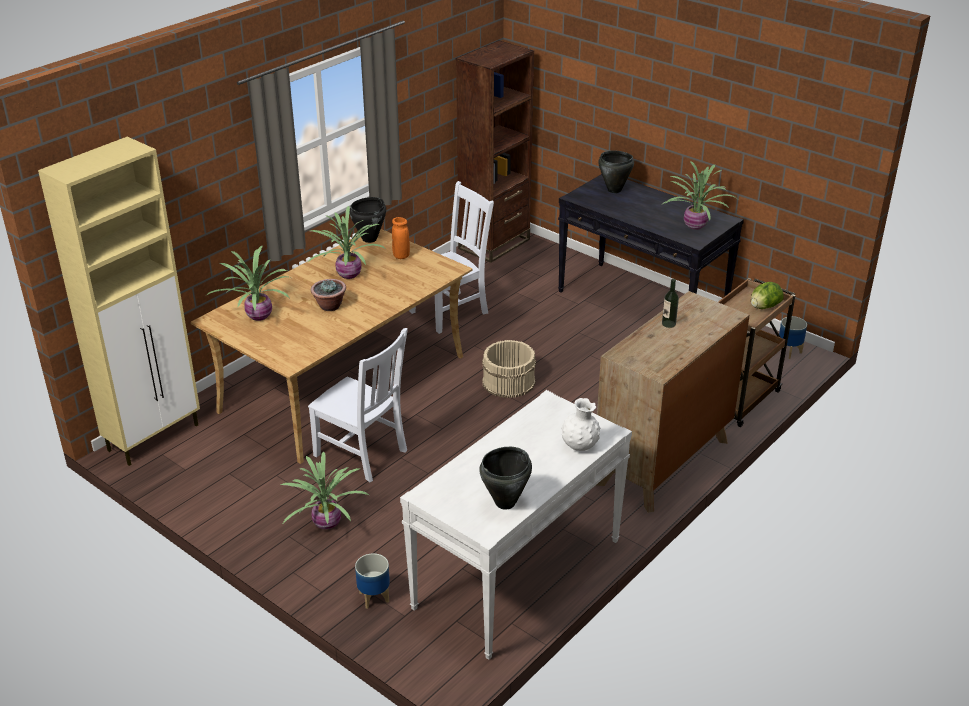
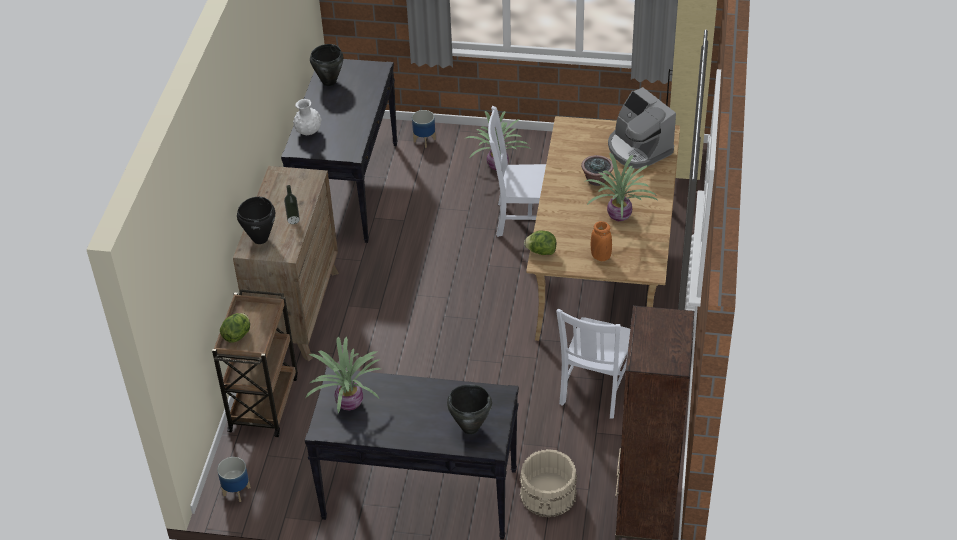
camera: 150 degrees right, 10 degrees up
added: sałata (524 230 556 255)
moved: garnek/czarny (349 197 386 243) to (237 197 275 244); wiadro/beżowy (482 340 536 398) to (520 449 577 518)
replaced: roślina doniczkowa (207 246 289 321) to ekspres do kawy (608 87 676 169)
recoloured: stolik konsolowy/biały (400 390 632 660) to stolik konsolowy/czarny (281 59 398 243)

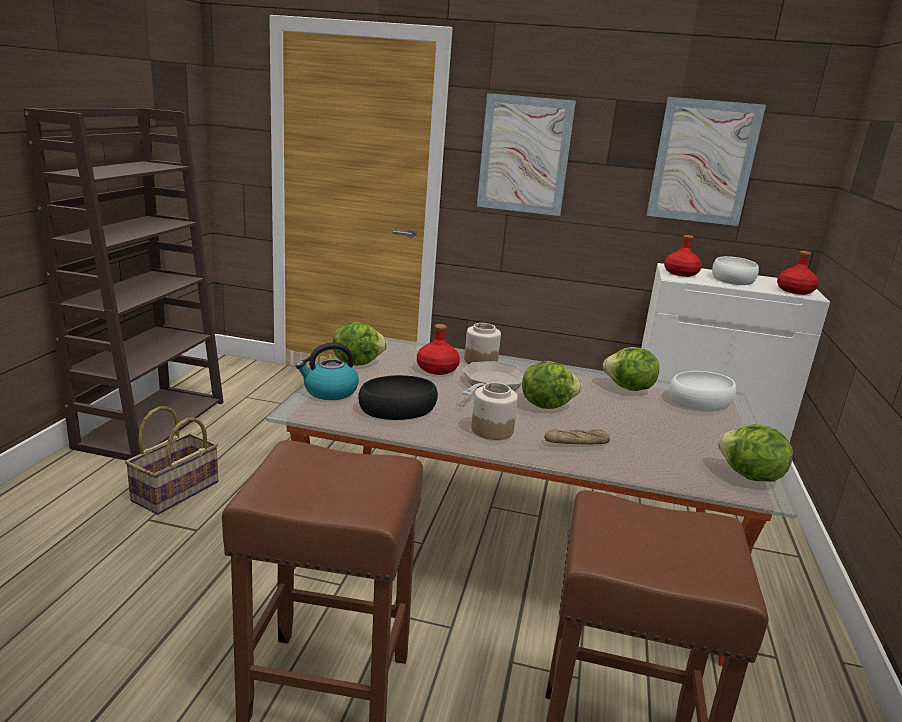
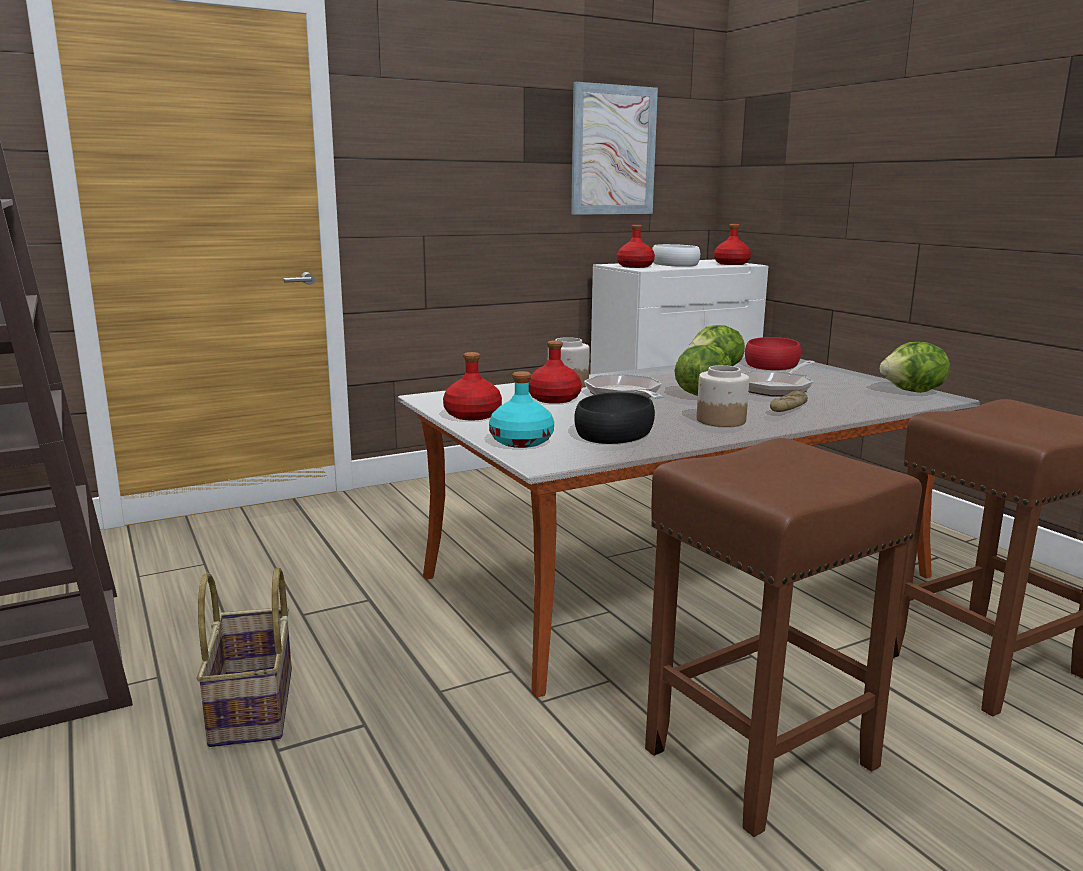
camera: 40 degrees left, 5 degrees down
removed: obraz (477 93 576 216)
added: patelnia (744 361 816 396)
replaced: sałata (333 322 387 366) to butelka/czerwony (443 352 502 420); czajnik (296 342 359 400) to butelka/turkusowy (489 371 554 448)
recoloured: miska/biały (669 371 736 411) to miska/czerwony (745 337 801 370)

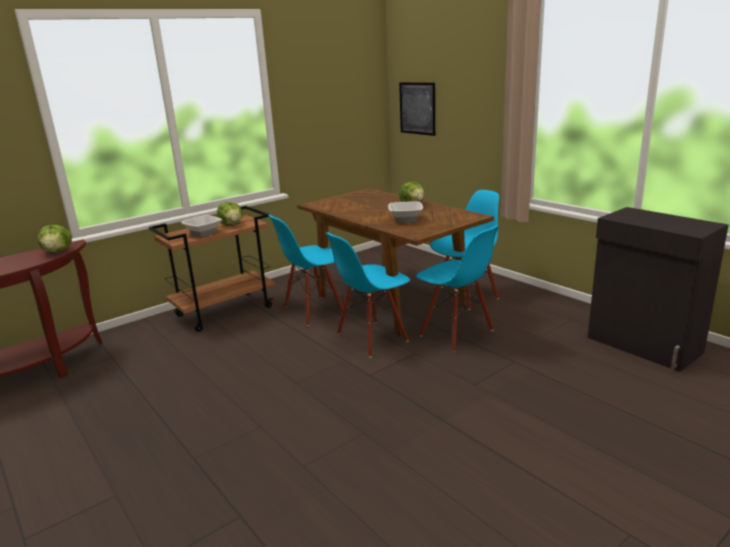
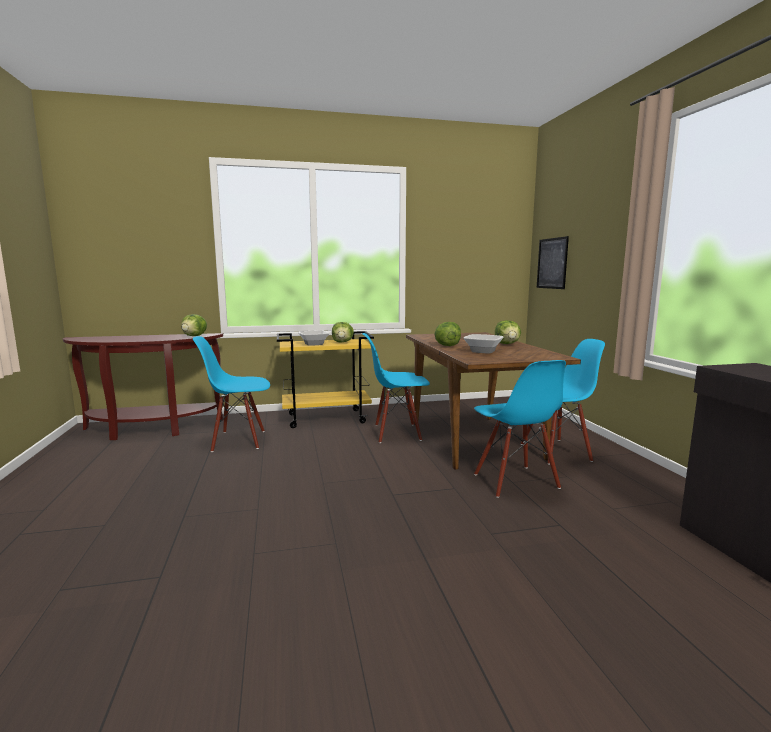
camera: 25 degrees right, 10 degrees down
added: sałata (434 322 461 346)
moved: krzesło/niebieski (326 232 410 357) to (193 336 270 452)
recoloured: wózek/brązowy (149 206 275 332) to wózek/żółty (277 331 374 428)

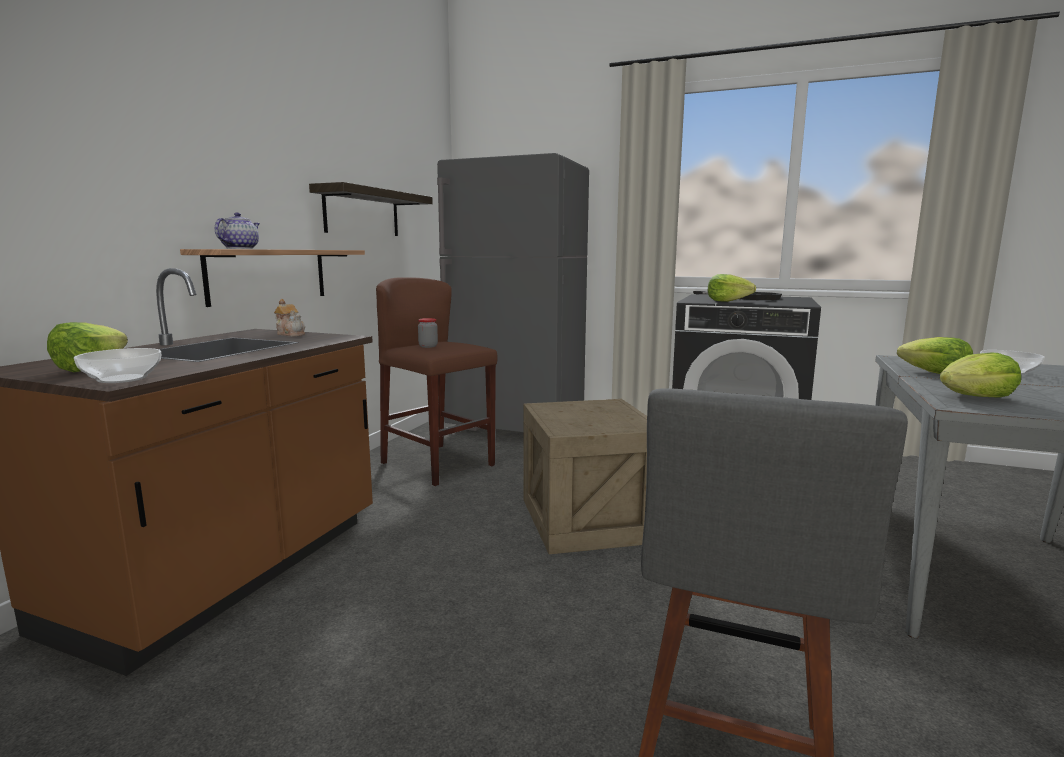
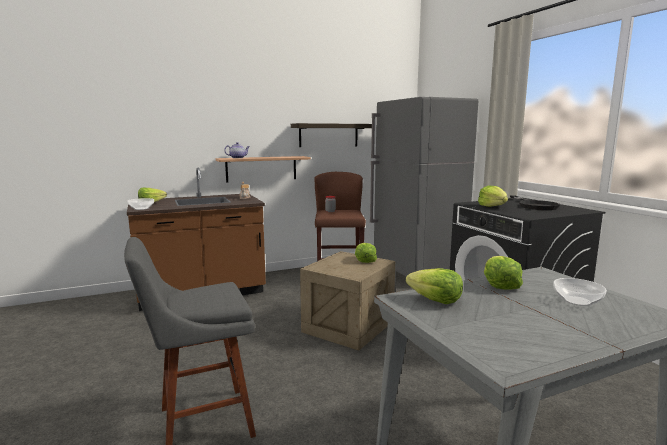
camera: 45 degrees right, 0 degrees up
added: sałata (355 243 377 263)

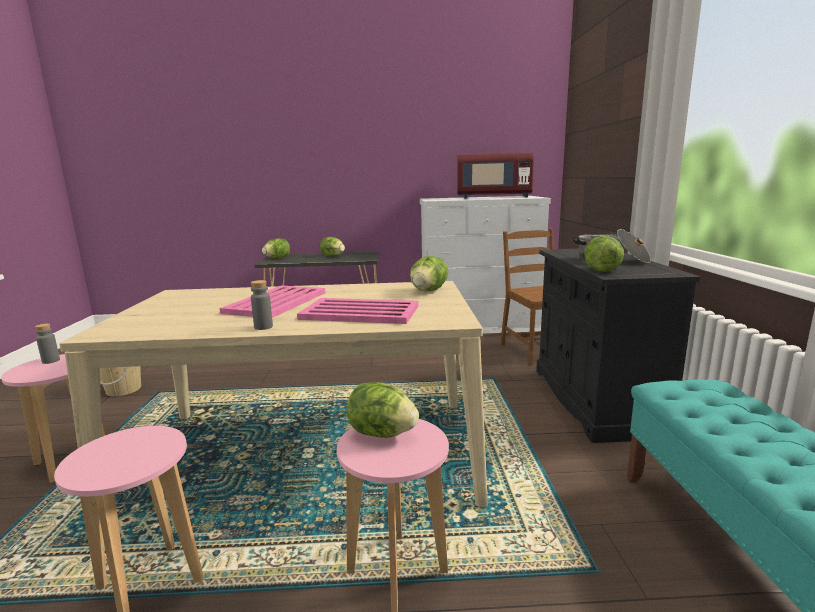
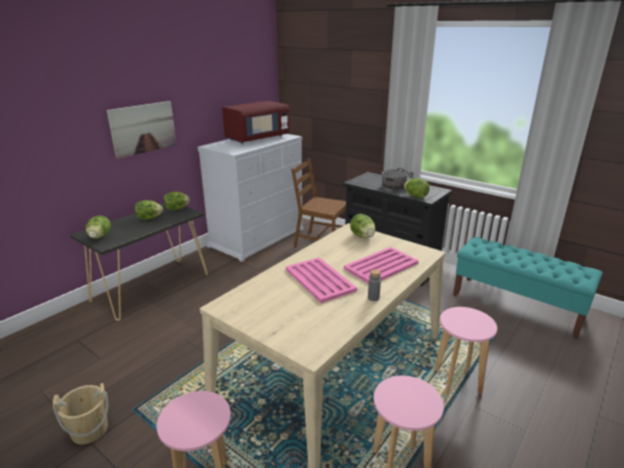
camera: 50 degrees left, 10 degrees up
removed: butelka/szary (35 324 60 364)
added: obraz (107 101 177 159)
moved: sałata (347 382 419 438) to (164 192 190 210)

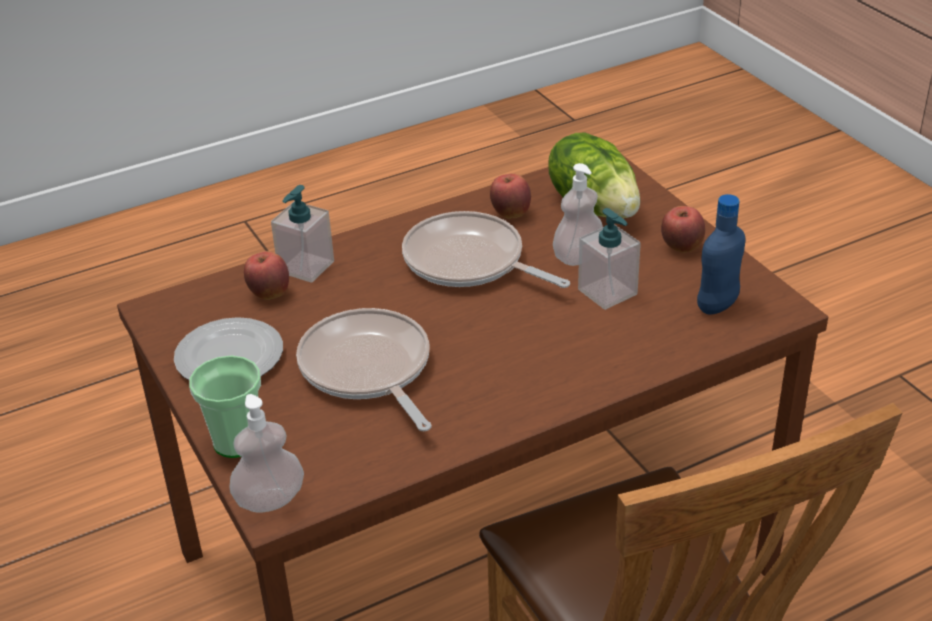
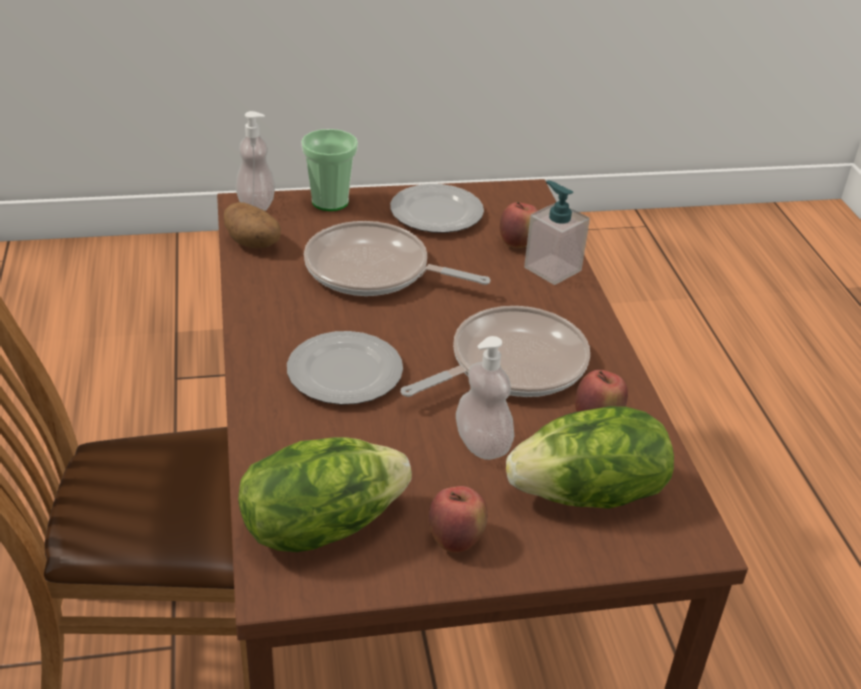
camera: 105 degrees right, 0 degrees up
removed: dozownik mydła (578 208 641 310)
added: ziemniak (224 202 281 248); talerz (287 331 403 405)
replaced: butelka/niebieski (697 194 745 314) to sałata (238 437 412 552)
turned: patelnia (296 308 432 431) = (304 221 491 296) 150 degrees counterclockwise

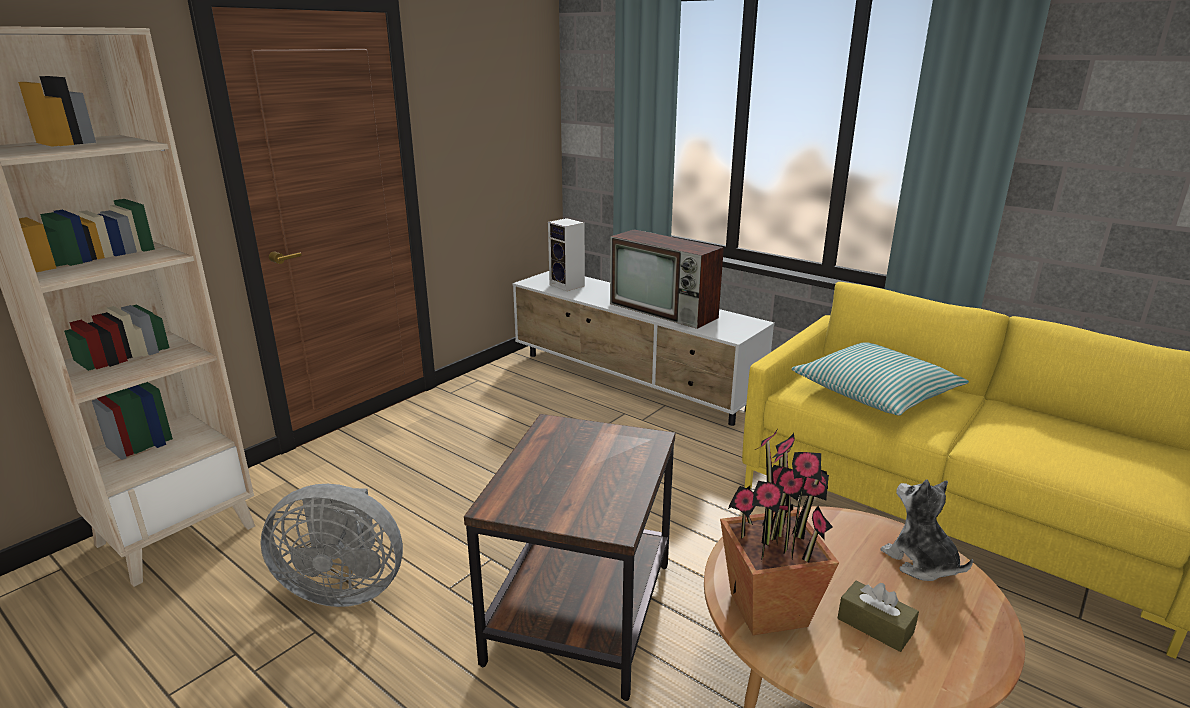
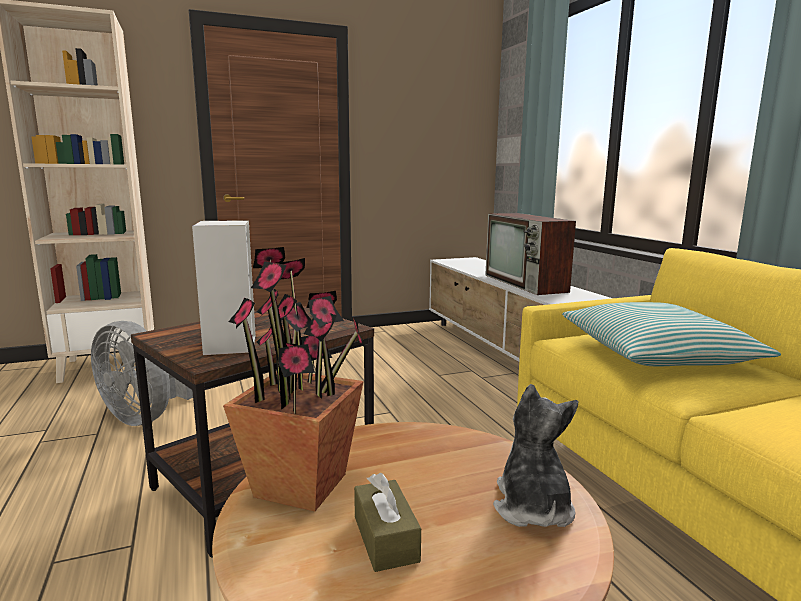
camera: 30 degrees right, 10 degrees down
moved: głośnik (548 218 585 291) to (192 220 256 355)

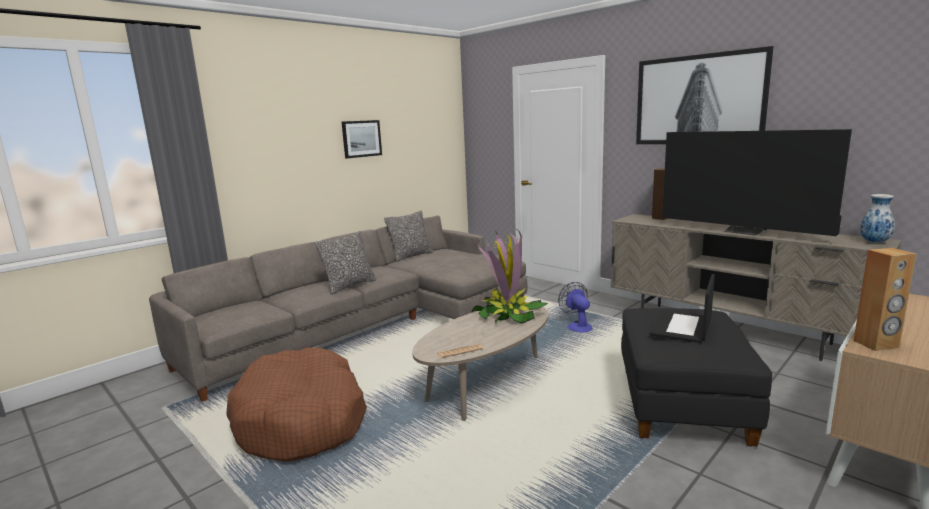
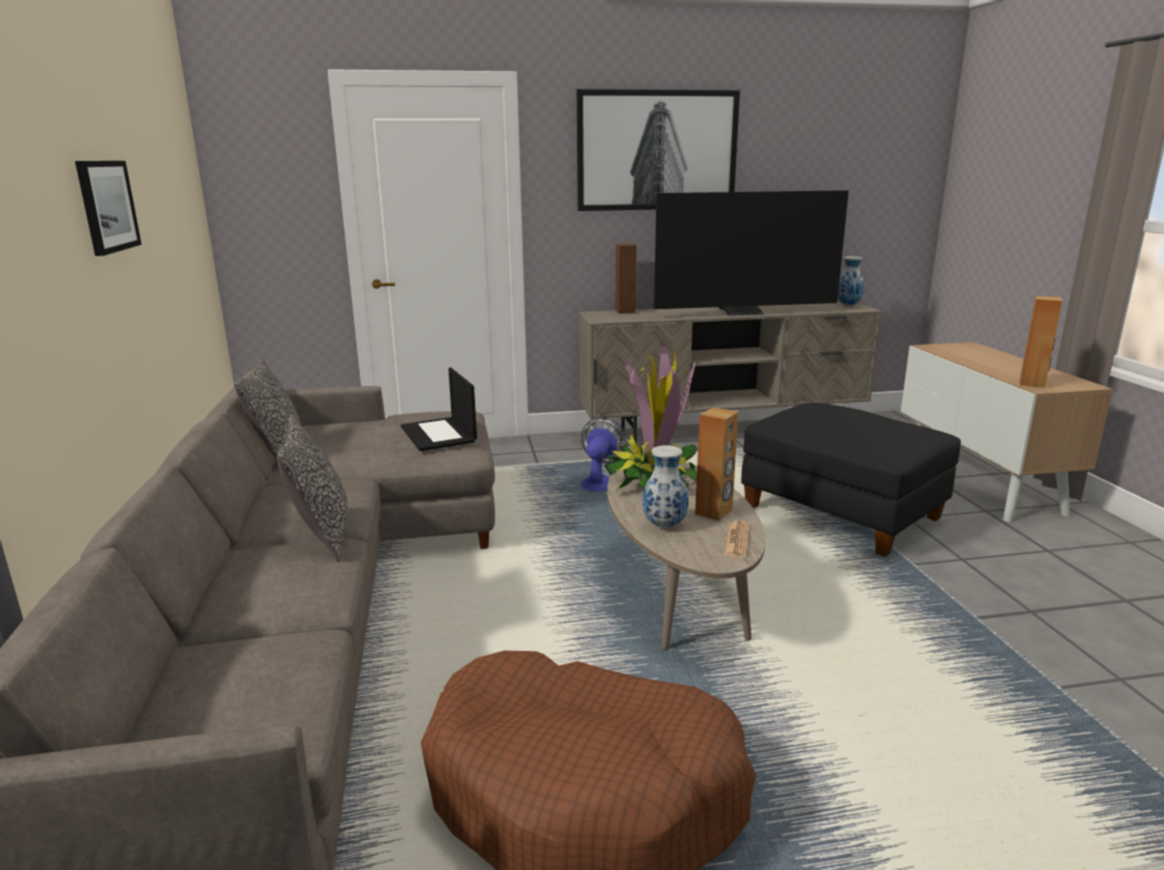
camera: 55 degrees left, 5 degrees up
added: głośnik/brązowy (695 407 738 521); wazon (643 445 688 528)
moved: laptop (650 274 715 343) to (401 368 477 451)
turned: wentylator (558 282 593 332) = (580 417 628 492) 90 degrees clockwise

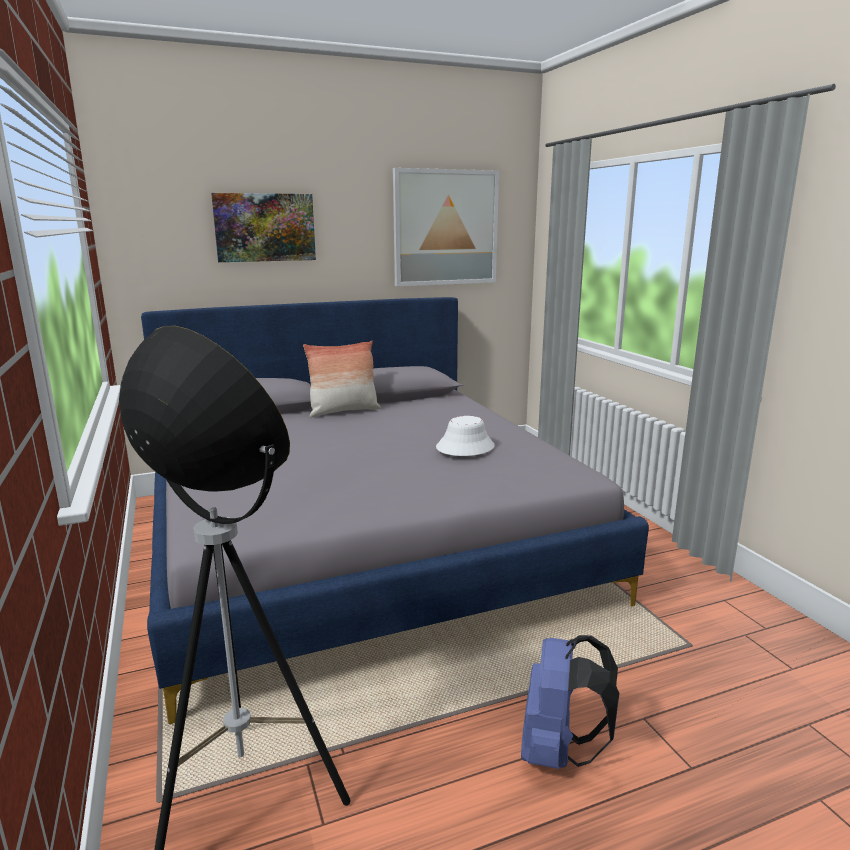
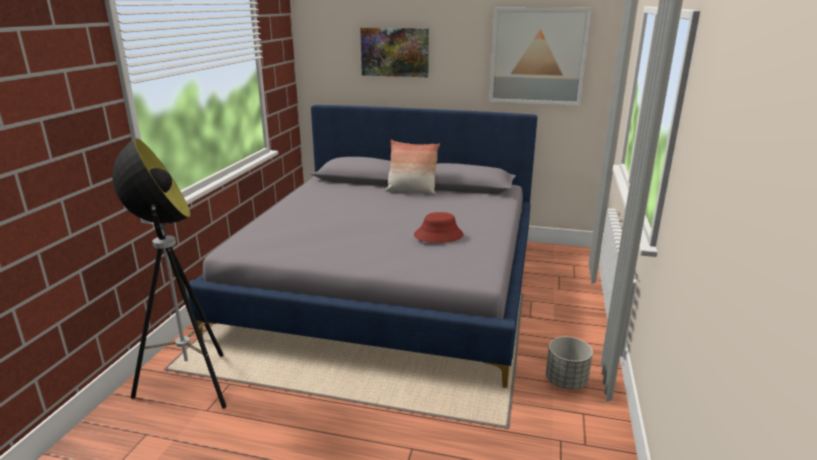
camera: 35 degrees right, 5 degrees up
removed: plecak/niebieski (521 635 619 769)
added: donica/szary (546 337 593 390)
recoloured: kapelusz/biały (436 416 495 456) to kapelusz/czerwony (414 212 464 243)

